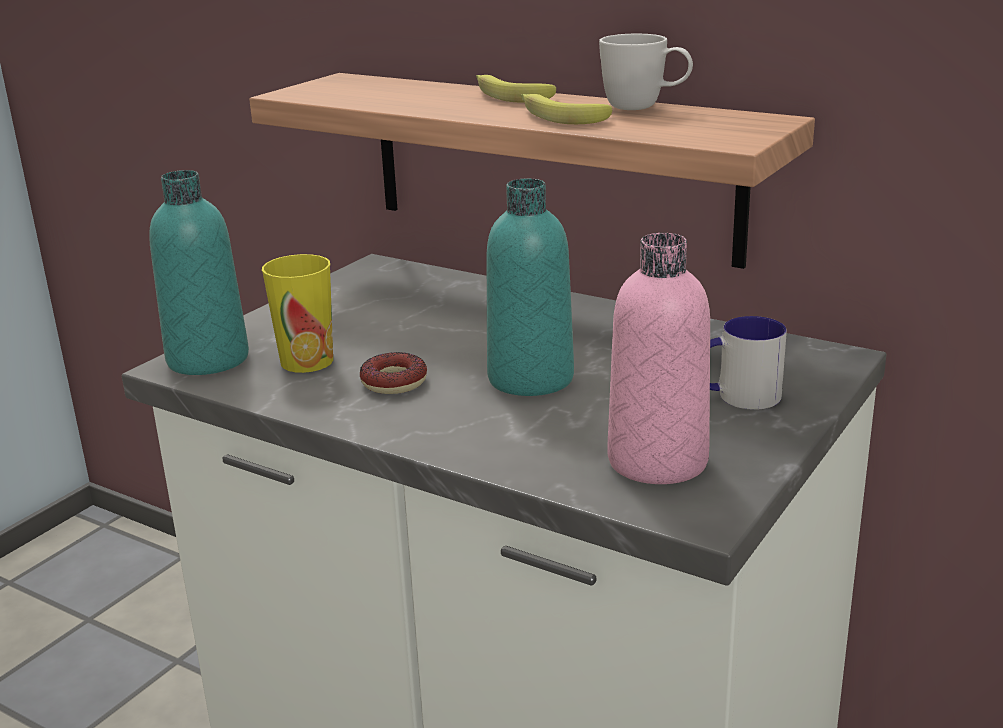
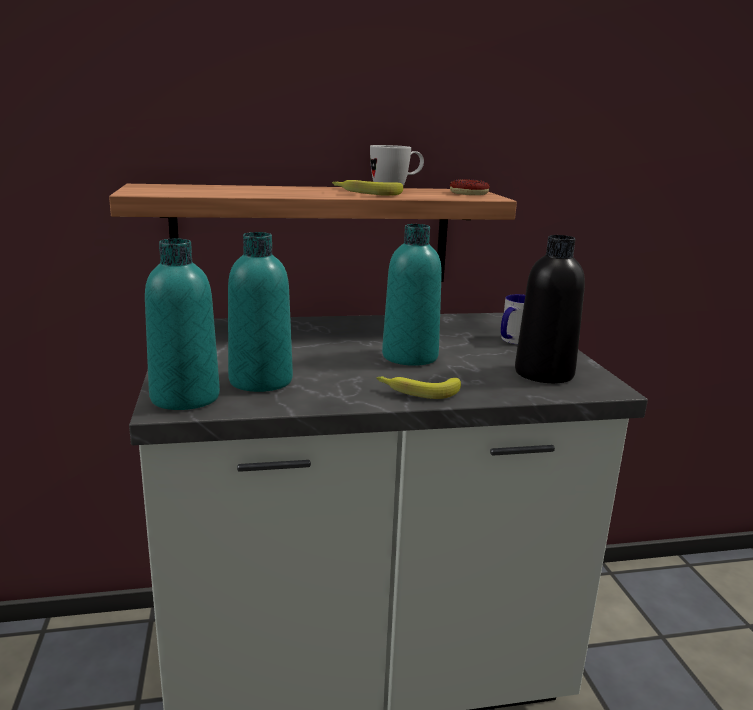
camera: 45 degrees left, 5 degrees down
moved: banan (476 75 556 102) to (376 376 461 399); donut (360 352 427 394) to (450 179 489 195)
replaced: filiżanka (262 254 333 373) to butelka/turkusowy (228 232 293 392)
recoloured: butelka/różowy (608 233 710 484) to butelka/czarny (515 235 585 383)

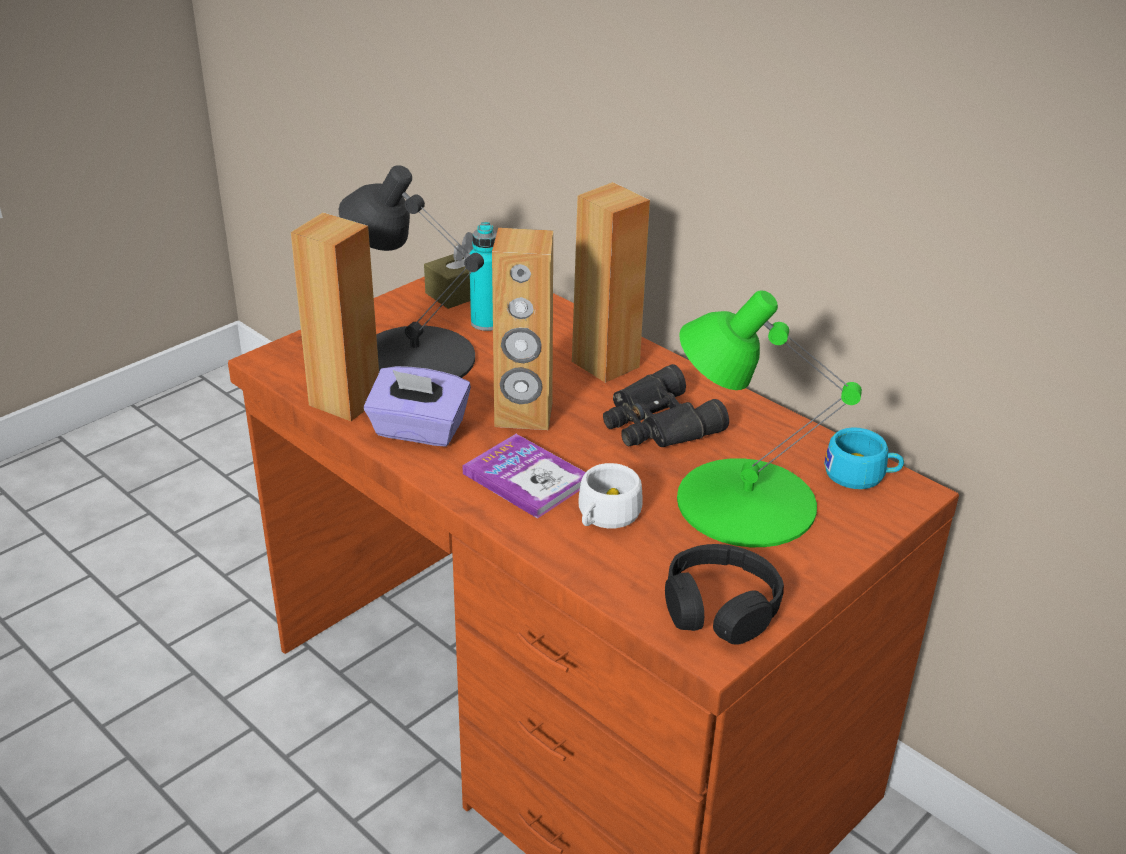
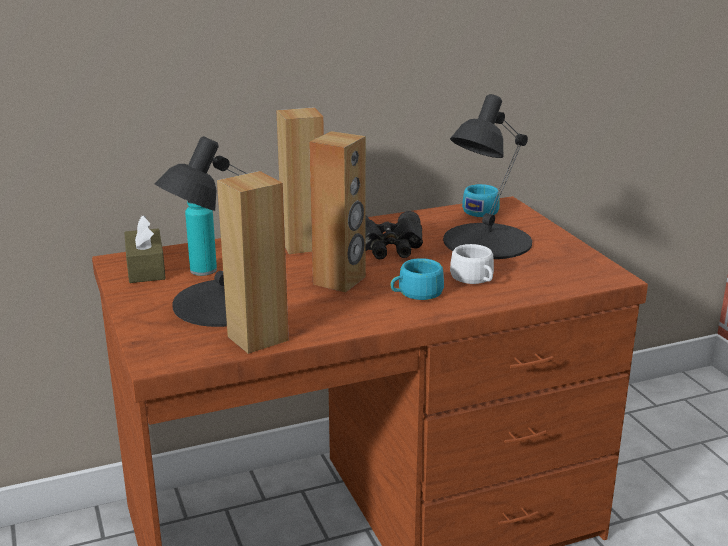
camera: 65 degrees left, 10 degrees down
removed: pudełko chusteczek/fioletowy (364 366 471 447); słuchawki/czarny (665 544 784 645)
replaced: książka (462 434 586 519) to filiżanka/turkusowy (391 258 444 300)
recoloured: lampa stołowa/zielony (677 291 862 547) to lampa stołowa/czarny (443 94 532 259)

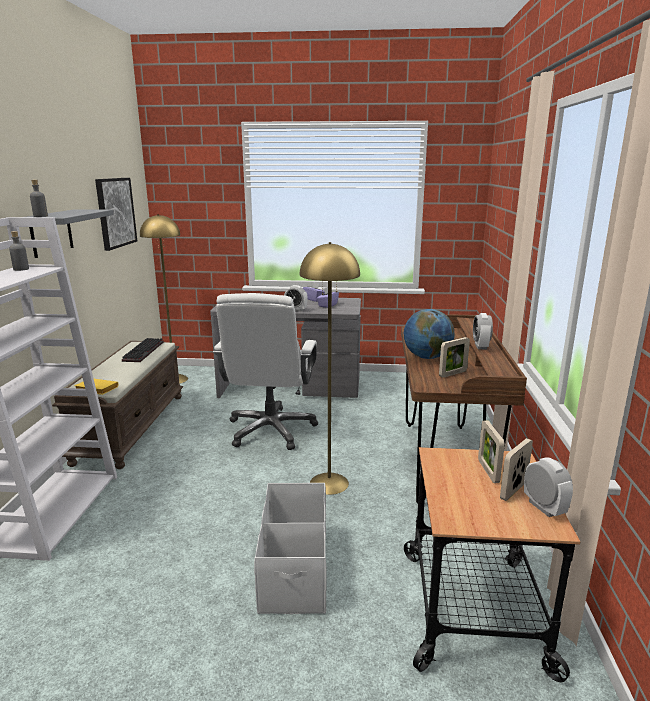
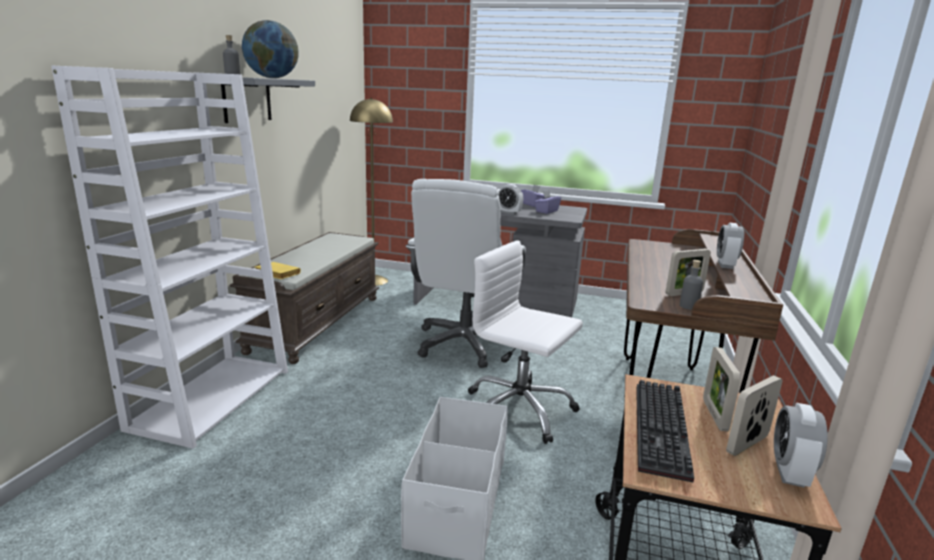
camera: 10 degrees right, 0 degrees up
removed: obraz (95 178 137 251)
moved: butelka/szary (9 231 29 271) to (680 260 703 310); globus (404 309 454 359) to (242 20 299 78); klawiatura (122 338 164 362) to (637 380 694 482)
replaced: lampa stojąca/żółty (300 242 360 495) to krzesło biurowe/biały (468 240 583 444)
turned: budzik (524 457 573 517) = (774 403 828 488) 150 degrees counterclockwise

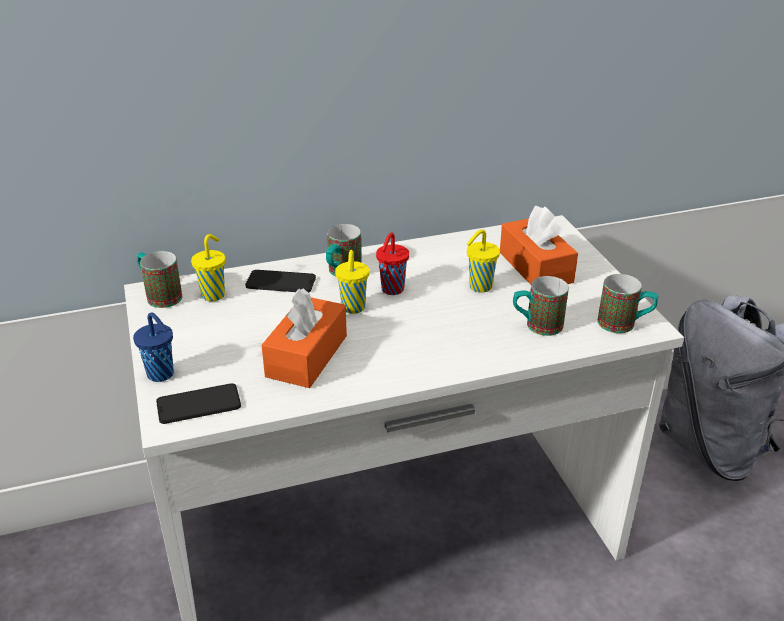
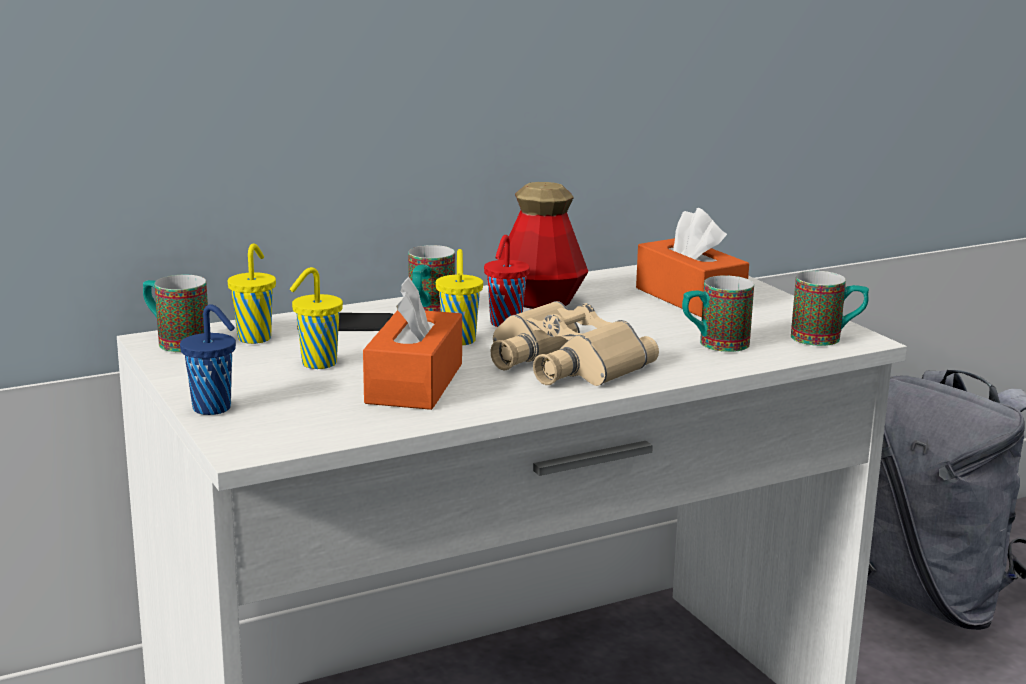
camera: 10 degrees left, 15 degrees down
removed: telefon (156 383 241 424)
added: butelka (499 182 588 309); lornetka/beżowy (490 301 659 386)
moved: filiżanka/żółty (467 229 500 292) to (289 267 343 369)

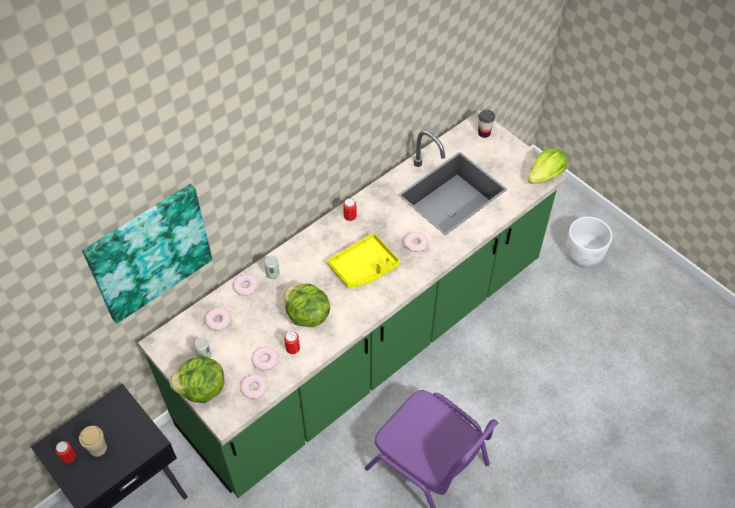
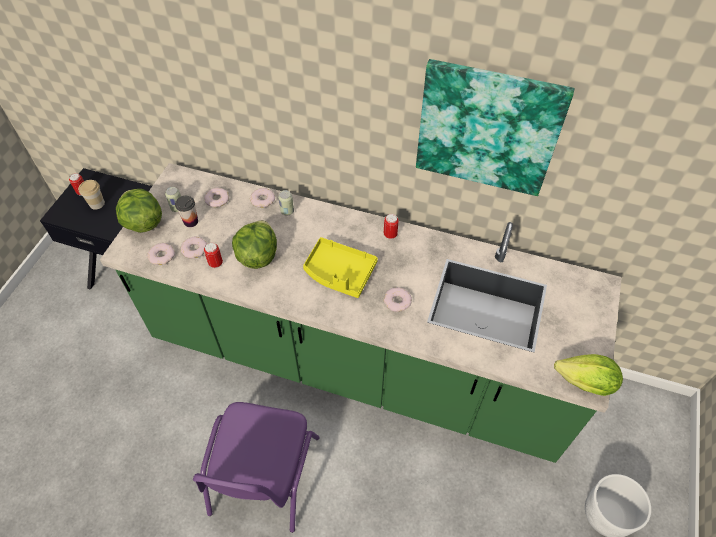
camera: 60 degrees right, 0 degrees up
moved: filiżanka (478 110 495 138) to (175 196 198 227); obraz (82 184 213 324) to (416 59 575 196)

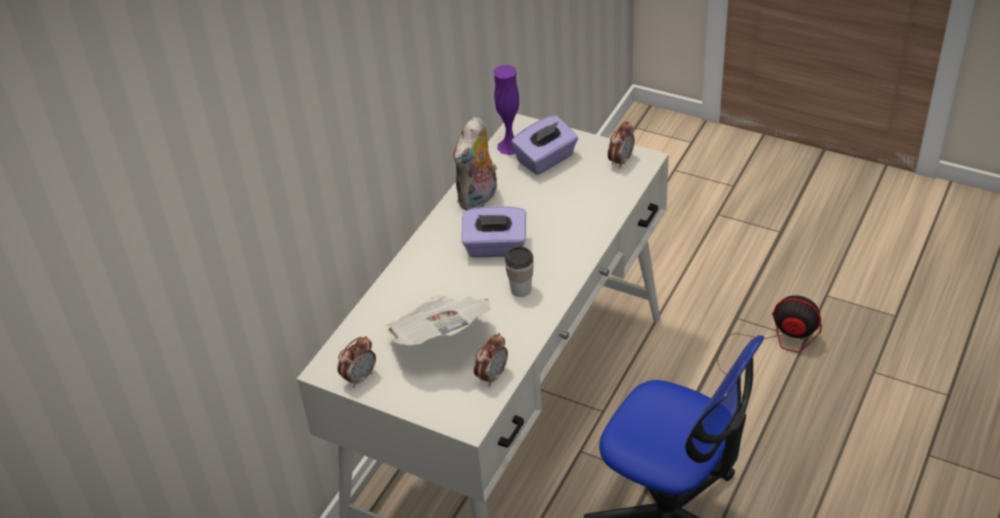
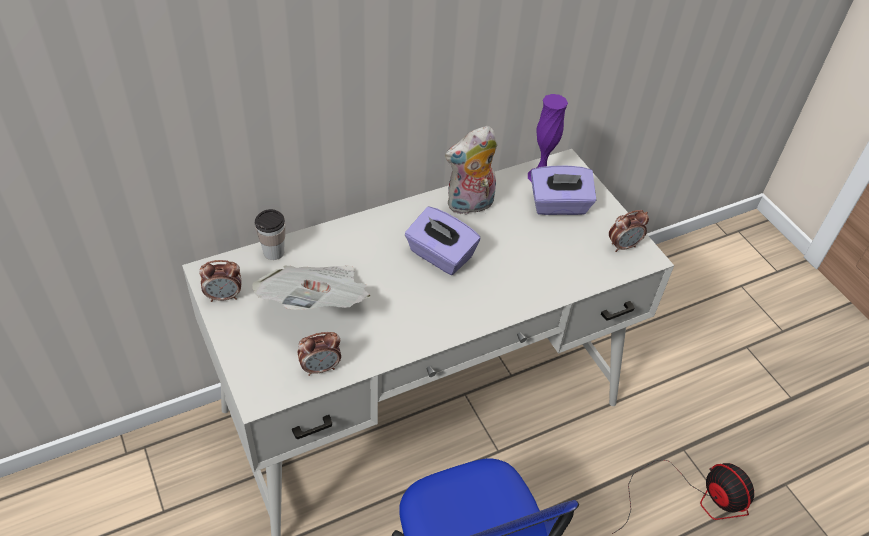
camera: 30 degrees right, 5 degrees up
moved: filiżanka (505 246 534 297) to (255 209 285 260)

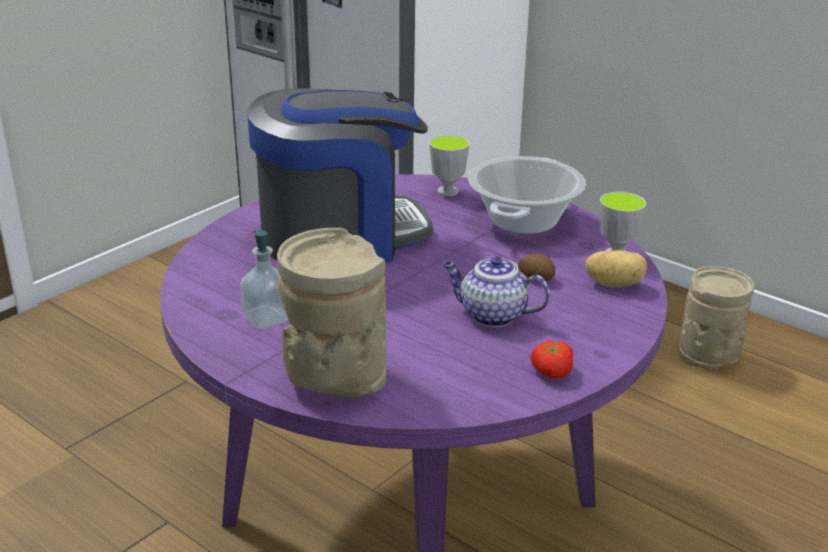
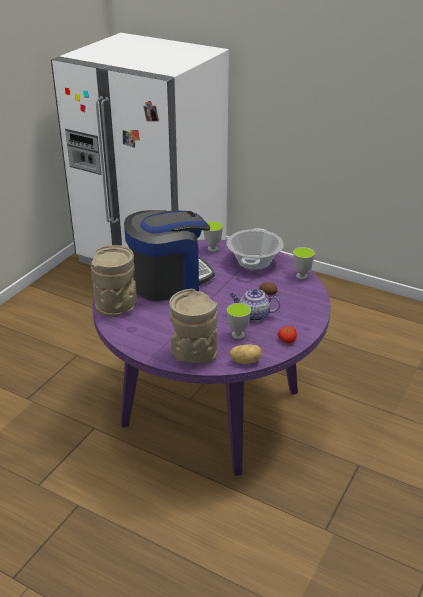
camera: 10 degrees left, 5 degrees up
removed: dozownik mydła (240 230 288 329)
added: filiżanka (227 303 251 339)
moved: ziemniak (585 250 647 288) to (229 345 262 364); wazon/beżowy (679 266 754 370) to (91 245 137 317)

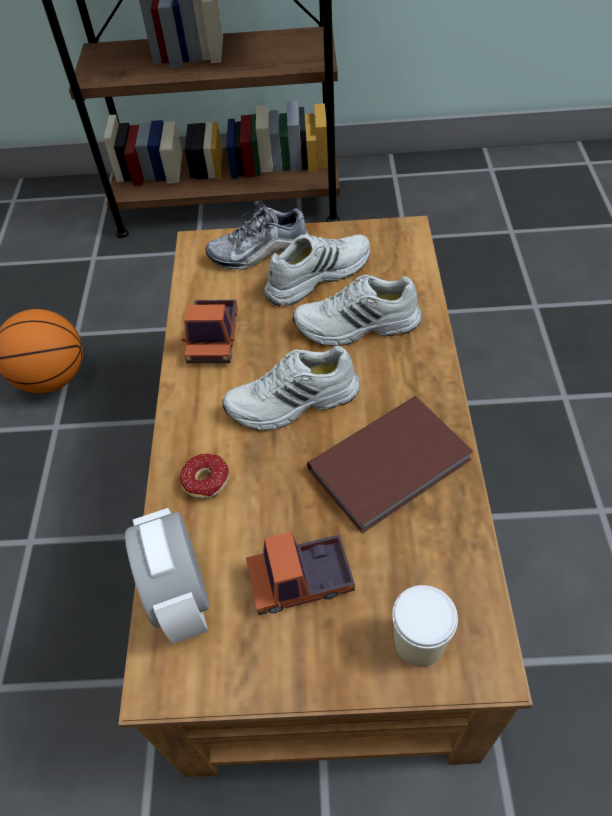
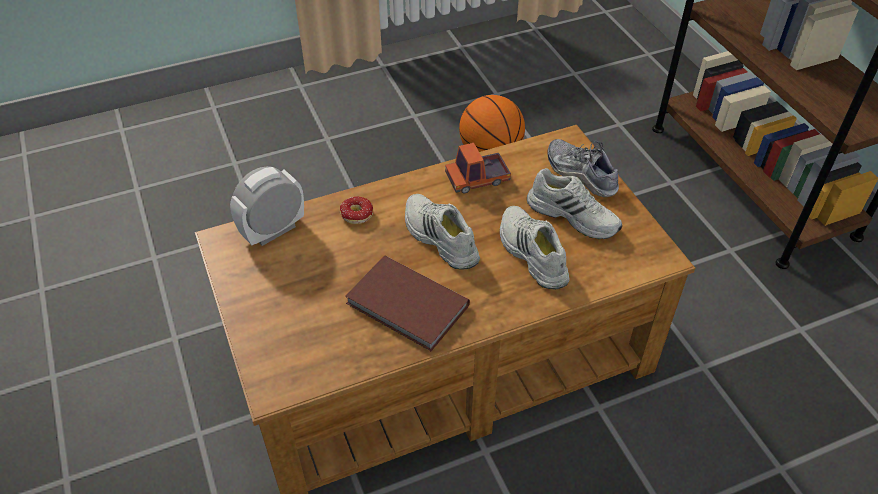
camera: 65 degrees right, 5 degrees down
removed: ciężarówka zabawkowa (246 532 355 615); filiżanka (392 585 458 667)

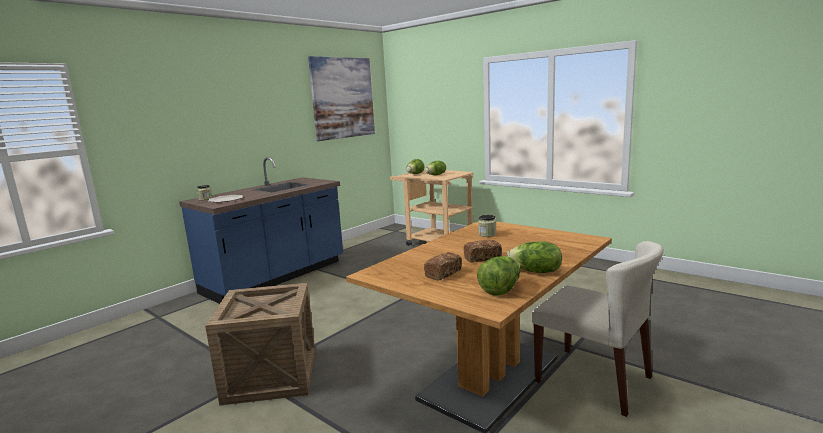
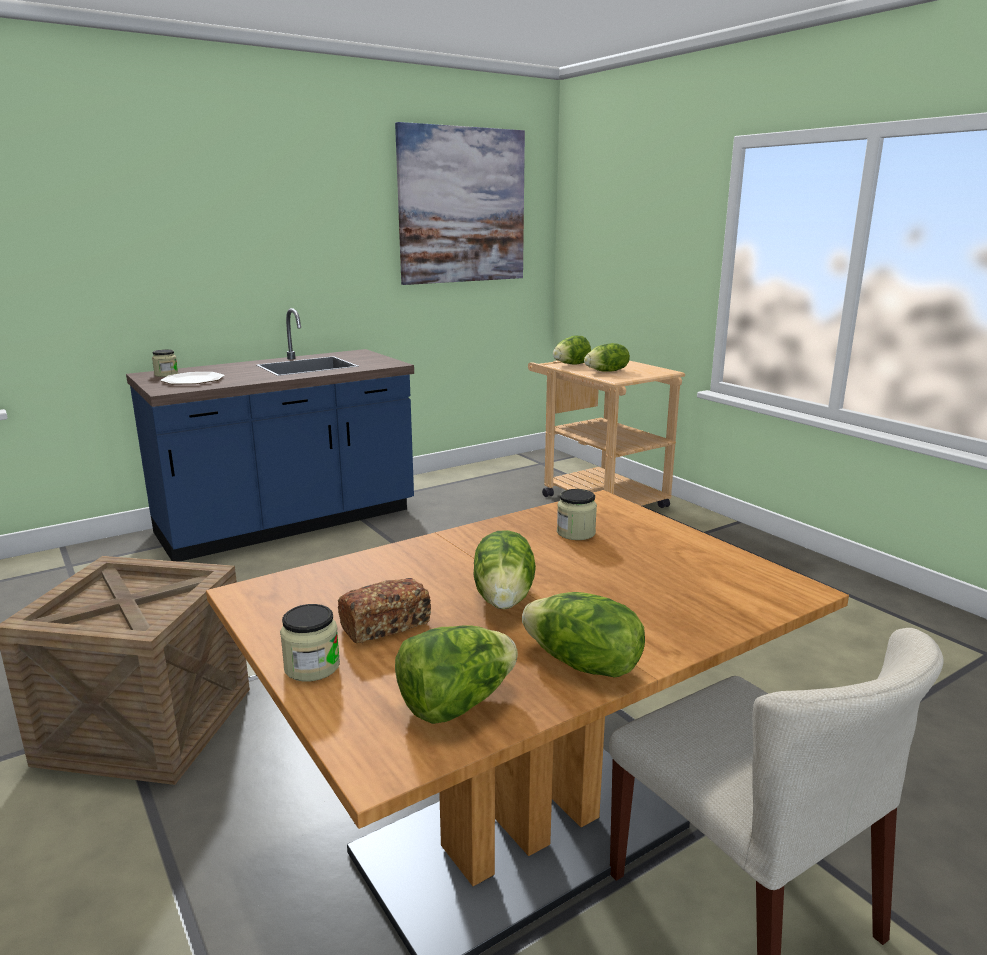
camera: 15 degrees right, 5 degrees up
added: słoik (280 604 340 682)
replaced: chleb (464 240 502 263) to sałata (474 530 536 609)

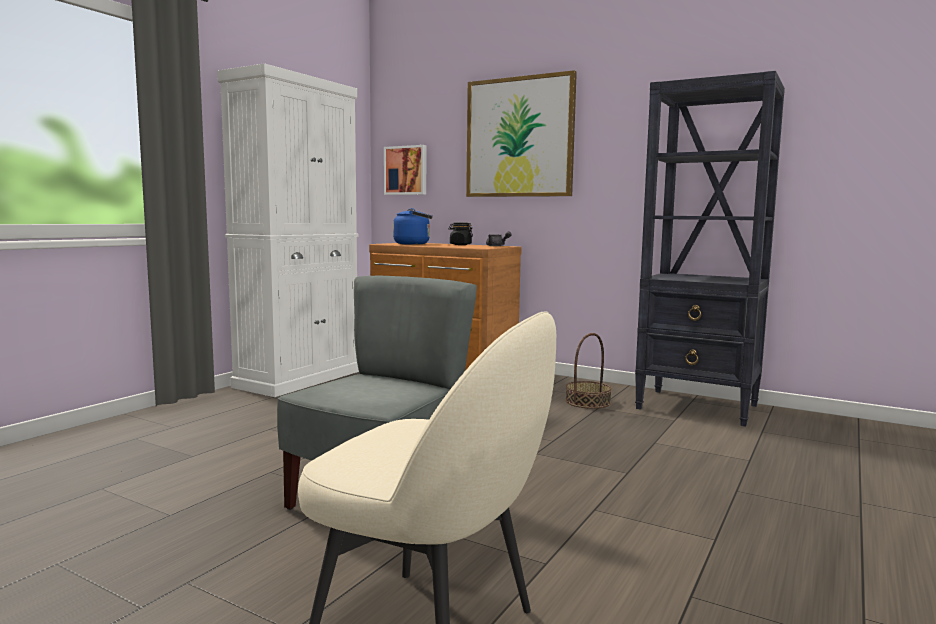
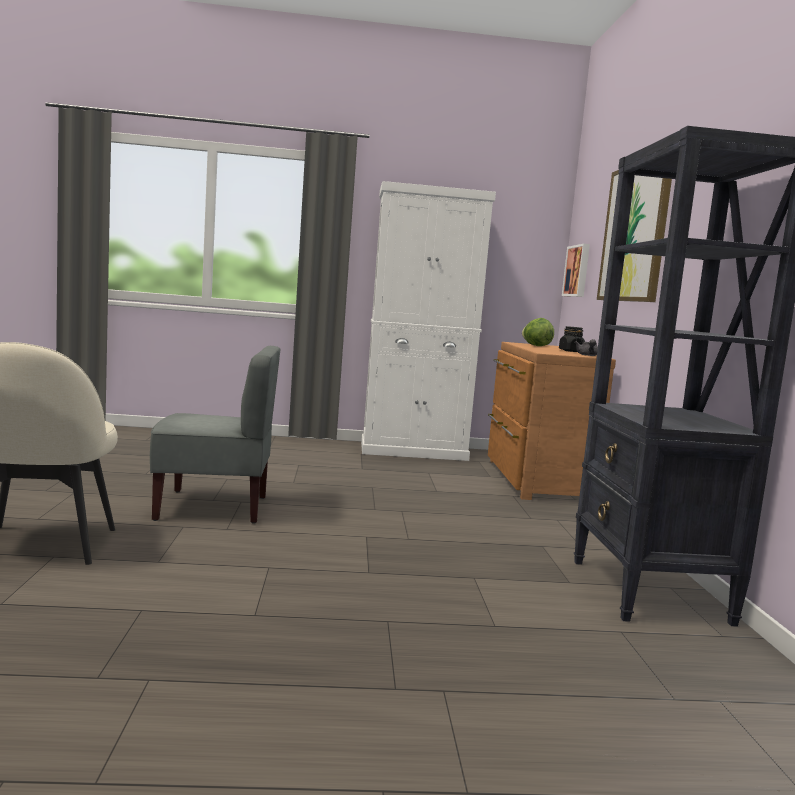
camera: 55 degrees right, 0 degrees up
removed: koszyk (565 333 612 409)
replaced: czajnik/niebieski (393 208 433 245) to sałata (522 318 554 346)

